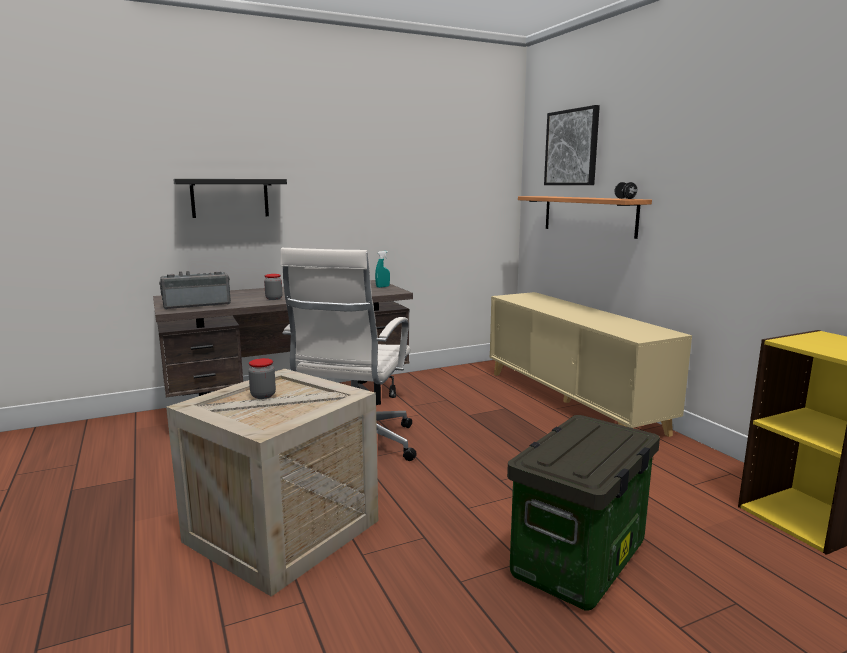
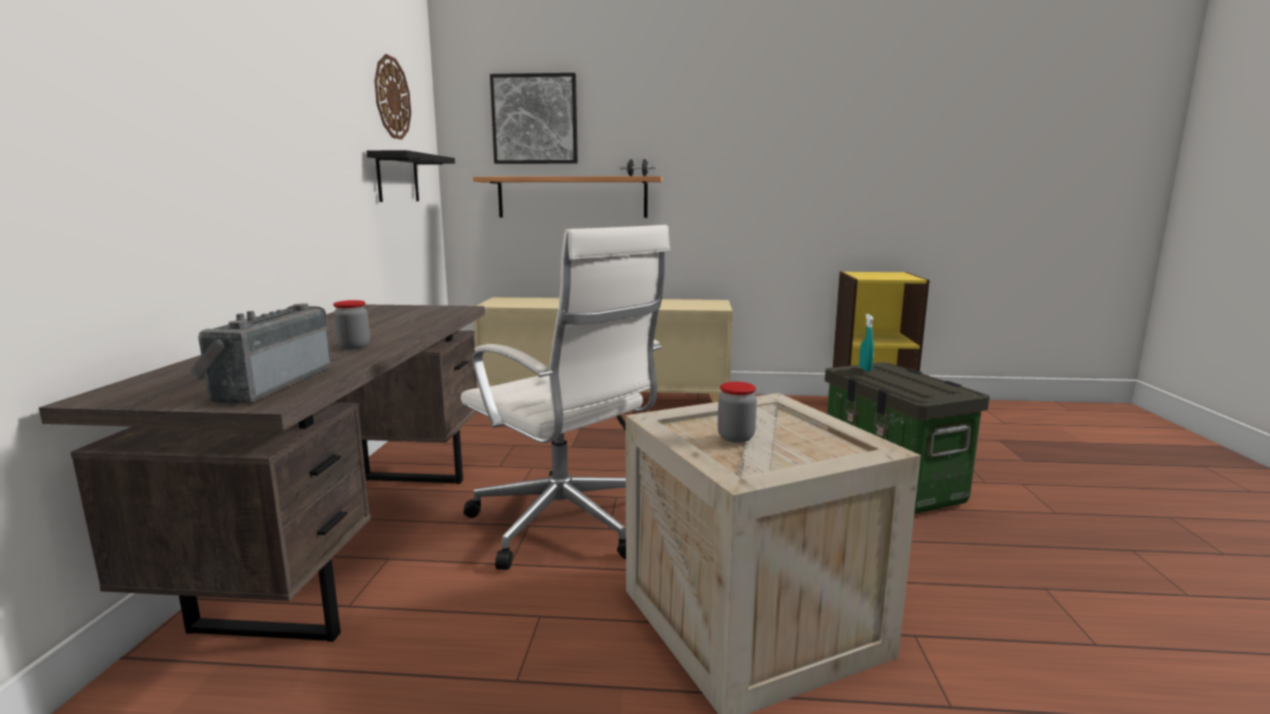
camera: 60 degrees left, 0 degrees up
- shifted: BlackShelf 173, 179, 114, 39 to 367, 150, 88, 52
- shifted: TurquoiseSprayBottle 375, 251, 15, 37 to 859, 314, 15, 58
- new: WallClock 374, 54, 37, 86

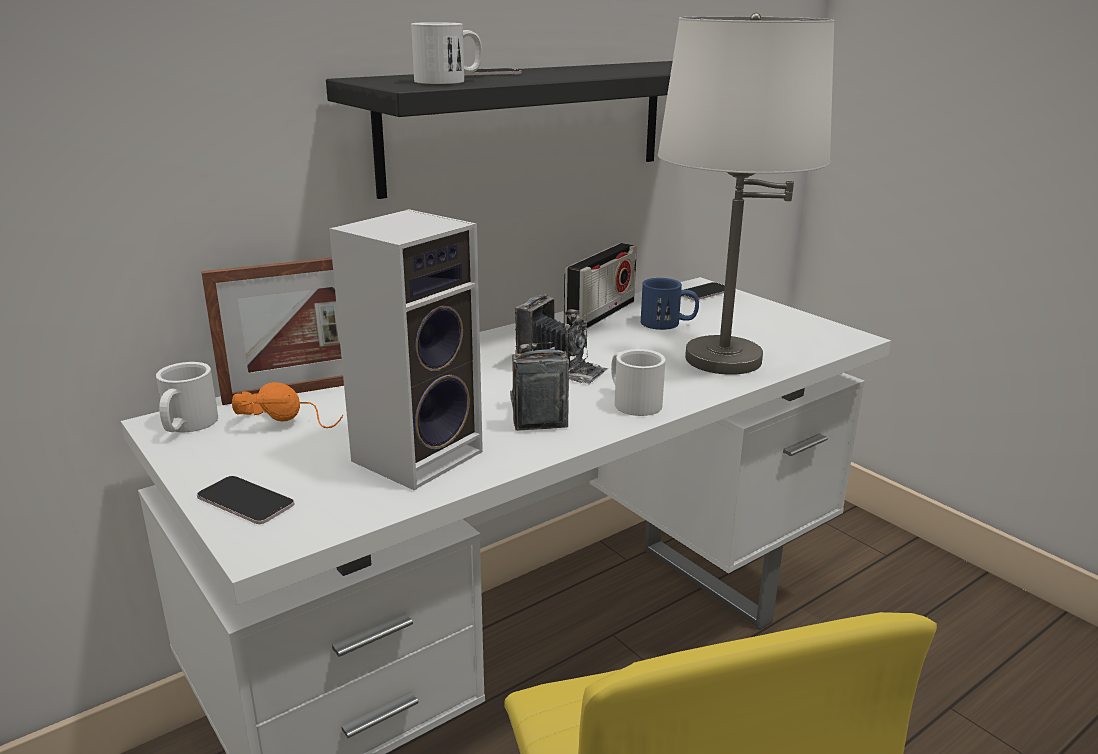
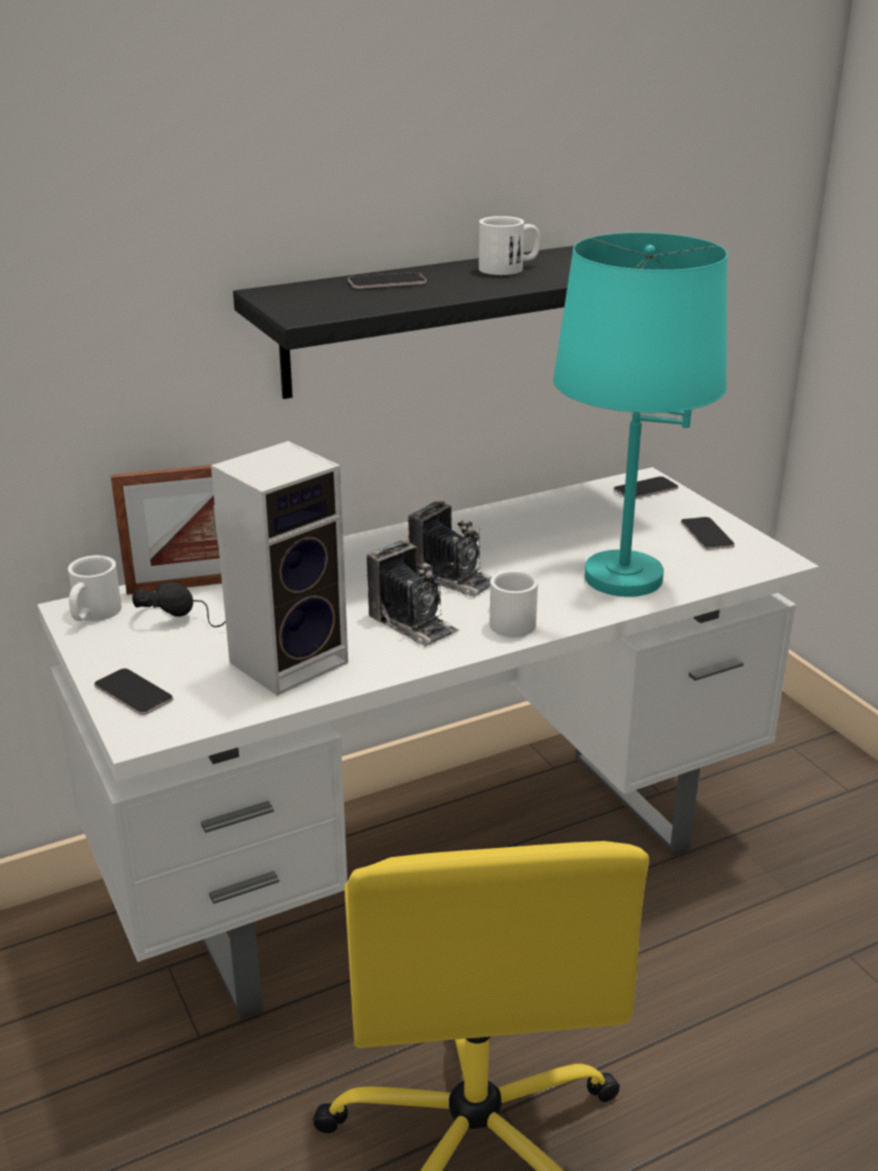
camera: 10 degrees right, 5 degrees up
- repainted: WhiteTableLamp 658, 13, 177, 362 to TurquoiseTableLamp 553, 233, 175, 364
- shifted: WhiteMug 411, 22, 71, 62 to 479, 216, 62, 59
- gone: Radio 564, 243, 73, 85
- gone: BlueMug 641, 278, 58, 52
- rotated: PhotoCamera 510, 342, 59, 89 = 367, 540, 93, 107 135 degrees clockwise
- repainted: OrangeHeadphones 232, 382, 111, 46 to BlackHeadphones 132, 581, 94, 46
- new: Phone 681, 517, 54, 33

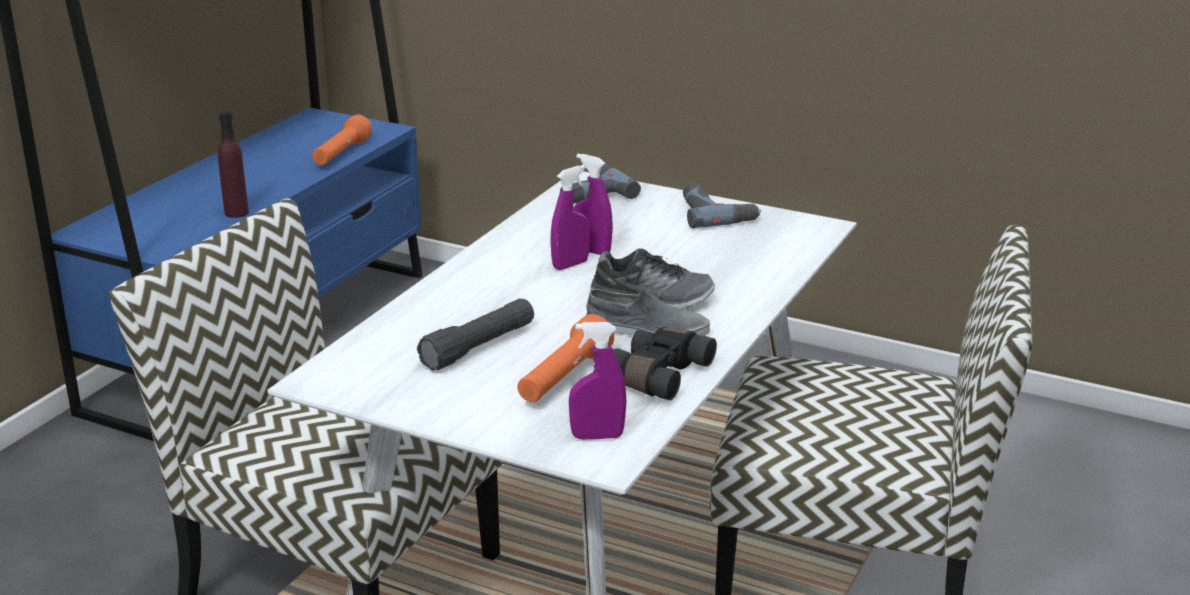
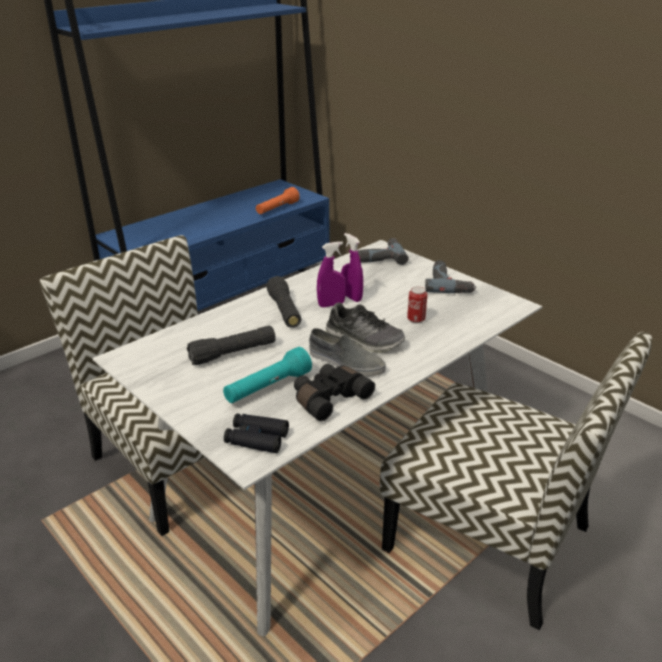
camera: 20 degrees right, 5 degrees up
- gone: PurpleBottle 218, 111, 31, 107
- repainted: OrangeFlashlight 517, 314, 97, 88 to TurquoiseFlashlight 223, 347, 89, 56
- swapped: PurpleSprayBottle 569, 322, 58, 118 to BlackBinoculars 224, 413, 65, 40
- new: BlackFlashlight 266, 276, 36, 52
- new: Can 407, 286, 20, 37

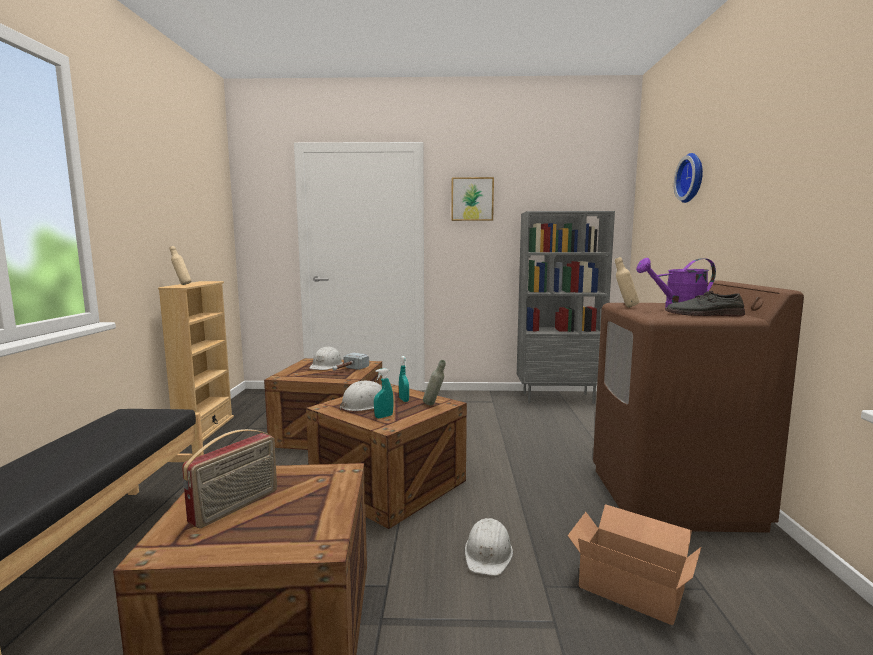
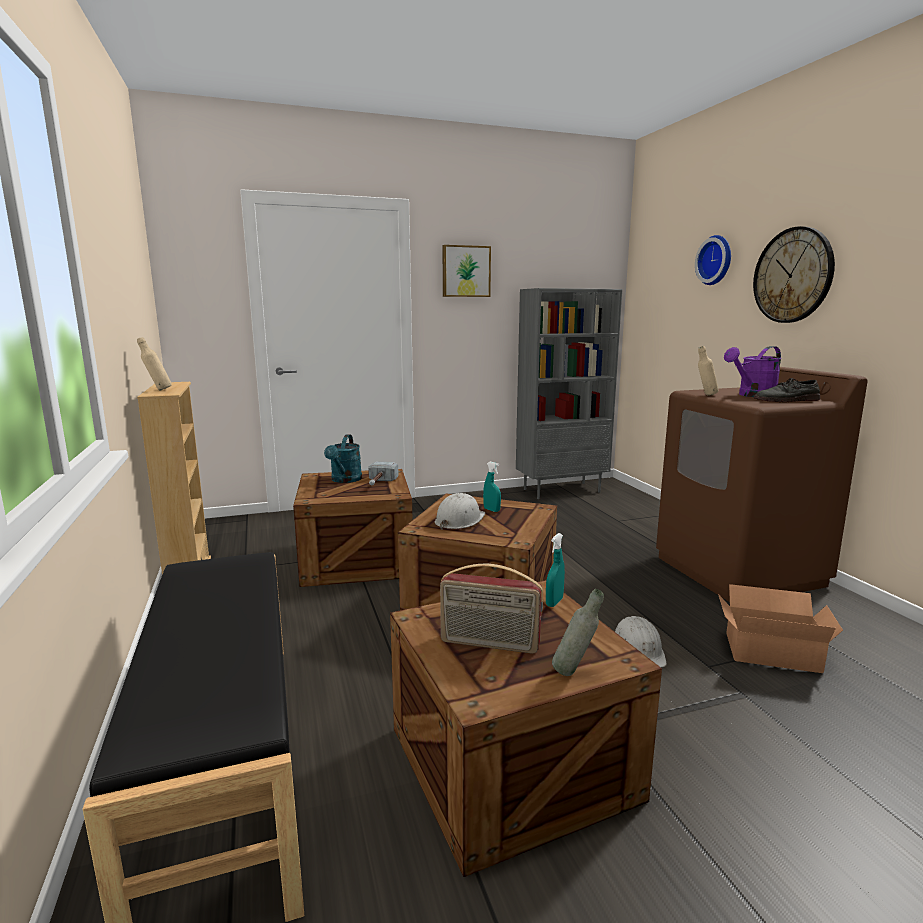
camera: 20 degrees left, 5 degrees up
- swapped: WhiteHardHat 309, 346, 34, 24 to TurquoiseWateringCan 324, 434, 38, 49
- shifted: GreyBottle 423, 360, 23, 45 to 552, 589, 52, 87
- shifted: TurquoiseSprayBottle 374, 368, 20, 50 to 546, 533, 19, 74
- rotated: Radio 182, 429, 95, 99 = 440, 564, 103, 90 90 degrees clockwise
- new: WallClock 753, 226, 82, 97

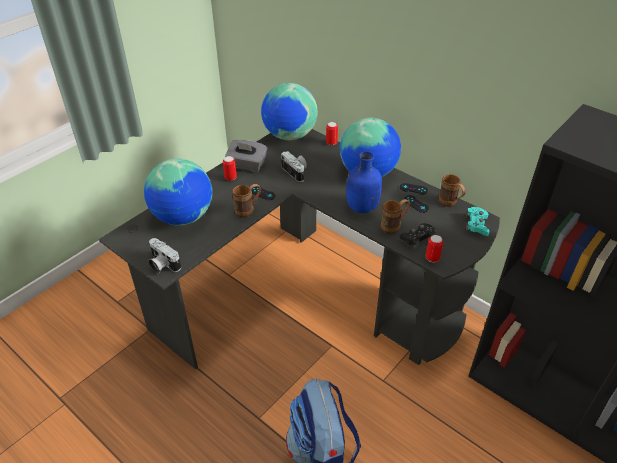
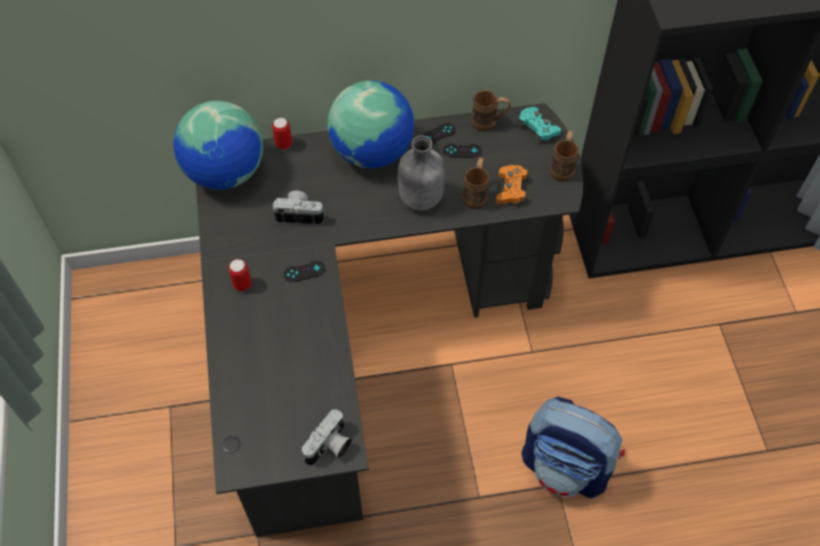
camera: 50 degrees left, 15 degrees up
- gone: GreyTissueBox 225, 140, 42, 32
- repainted: BlueBottle 346, 151, 36, 62 to GreyBottle 398, 136, 47, 75
- gone: Globe 144, 158, 68, 67
- shifted: BrownMug 232, 184, 29, 34 to 550, 130, 29, 52
- repainted: BlackGameController 399, 223, 37, 26 to OrangeGameController 496, 165, 32, 39
- gone: Can 426, 235, 17, 27
- rotated: PhotoCamera 149, 238, 32, 36 = 302, 409, 50, 57 45 degrees counterclockwise

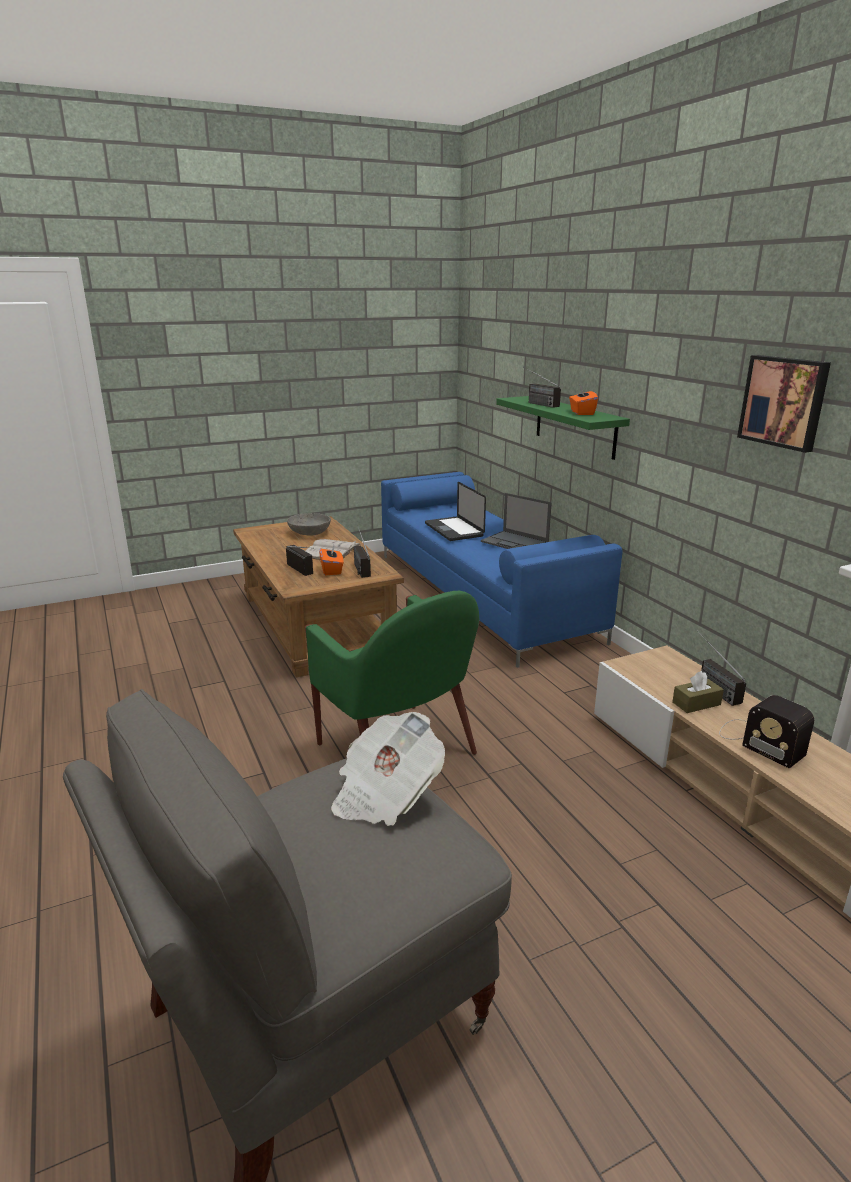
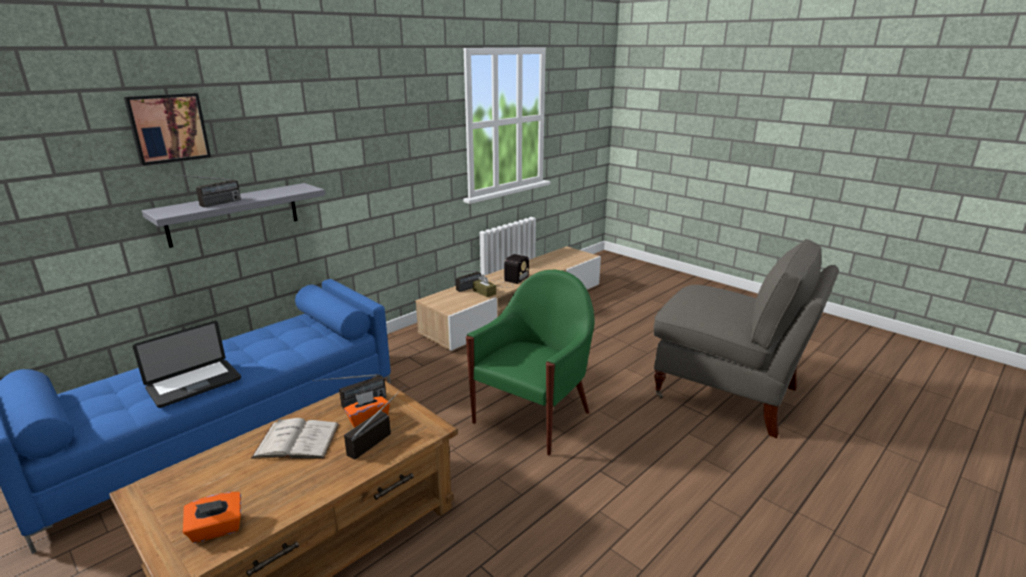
camera: 110 degrees left, 0 degrees up
- shifted: Picture 737, 355, 94, 98 to 124, 93, 87, 72
- shifted: OrangeTissueBox 569, 386, 29, 29 to 183, 492, 58, 51
- repainted: GreenShelf 496, 396, 134, 64 to GreyShelf 142, 183, 183, 65
- gone: Laptop 481, 493, 71, 56
- gone: GreyBowl 287, 513, 44, 22
- gone: Newspaper 331, 712, 114, 114

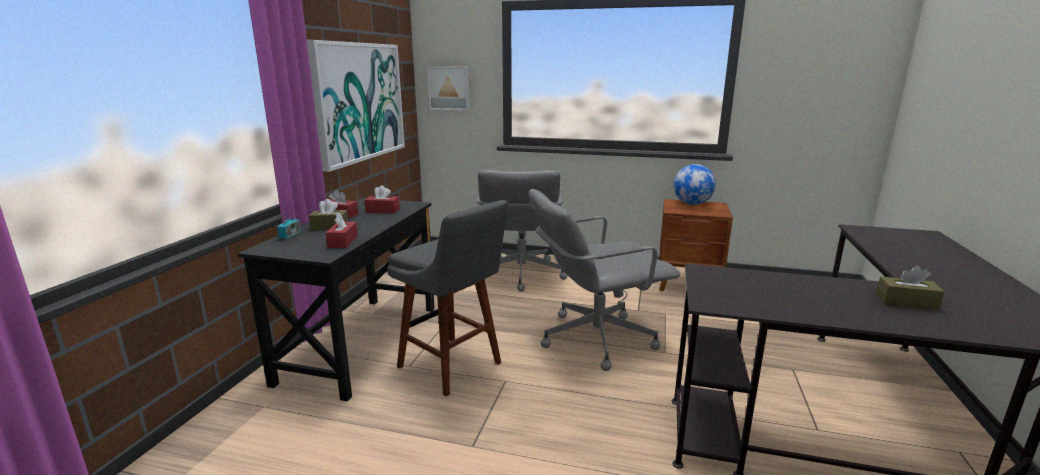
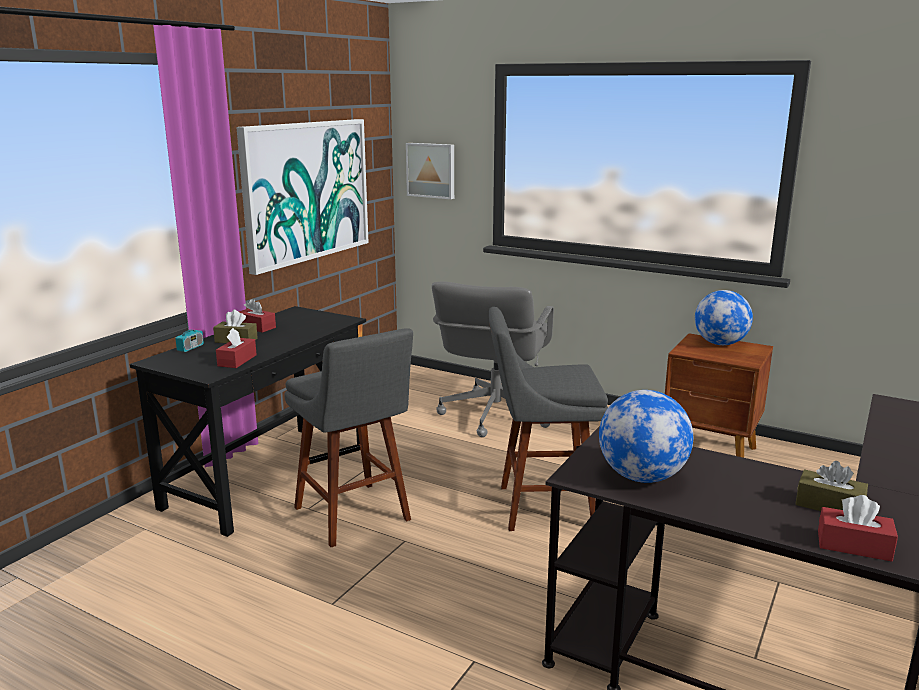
camera: 15 degrees right, 0 degrees up
- shifted: RedTissueBox 365, 185, 35, 28 to 818, 495, 80, 67
- swapped: GreyOfficeChair 529, 189, 151, 182 to GreyStool 489, 307, 119, 224
- new: Globe 599, 390, 94, 93

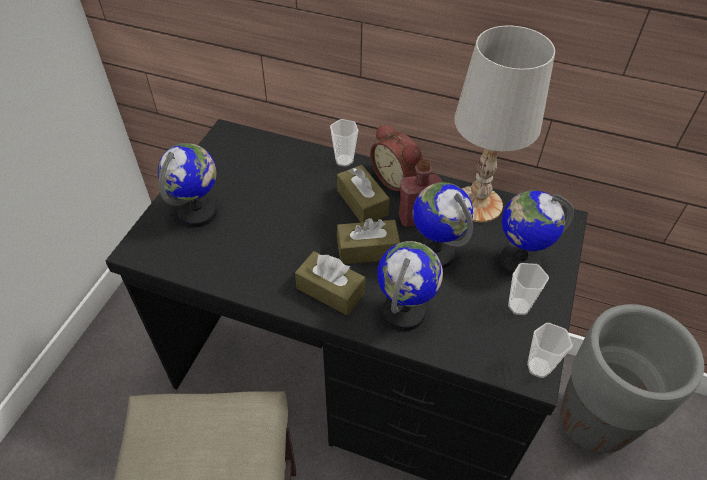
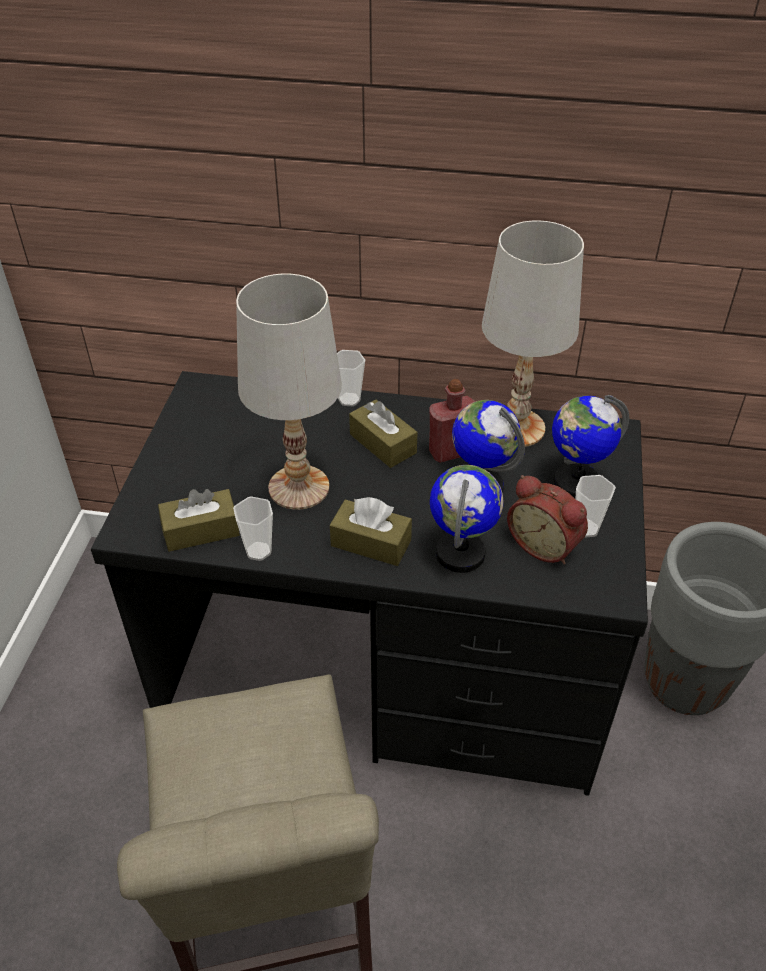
camera: 10 degrees left, 5 degrees down
- shifted: AlarmClock 370, 123, 53, 68 to 507, 475, 81, 89
- gone: Globe 158, 143, 59, 84
- shifted: BrownTissueBox 337, 218, 63, 46 to 158, 489, 82, 63
- shifted: Cup 527, 323, 46, 55 to 233, 496, 40, 65
- new: WhiteTableLamp 236, 274, 106, 236

